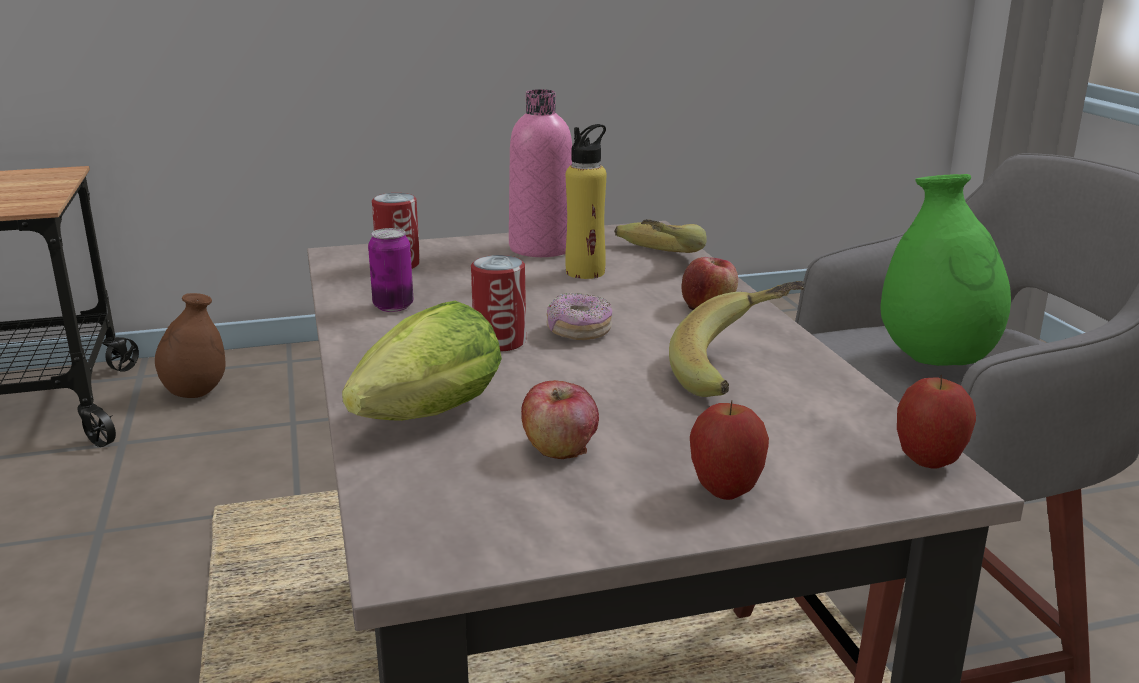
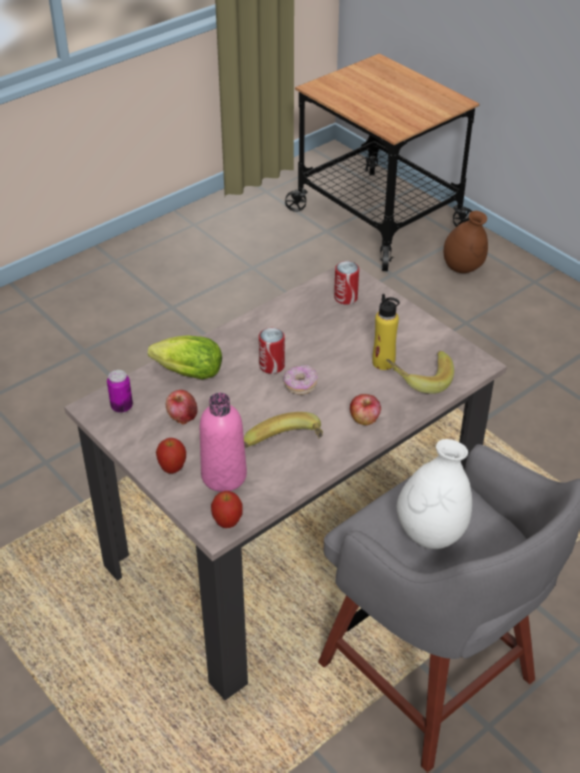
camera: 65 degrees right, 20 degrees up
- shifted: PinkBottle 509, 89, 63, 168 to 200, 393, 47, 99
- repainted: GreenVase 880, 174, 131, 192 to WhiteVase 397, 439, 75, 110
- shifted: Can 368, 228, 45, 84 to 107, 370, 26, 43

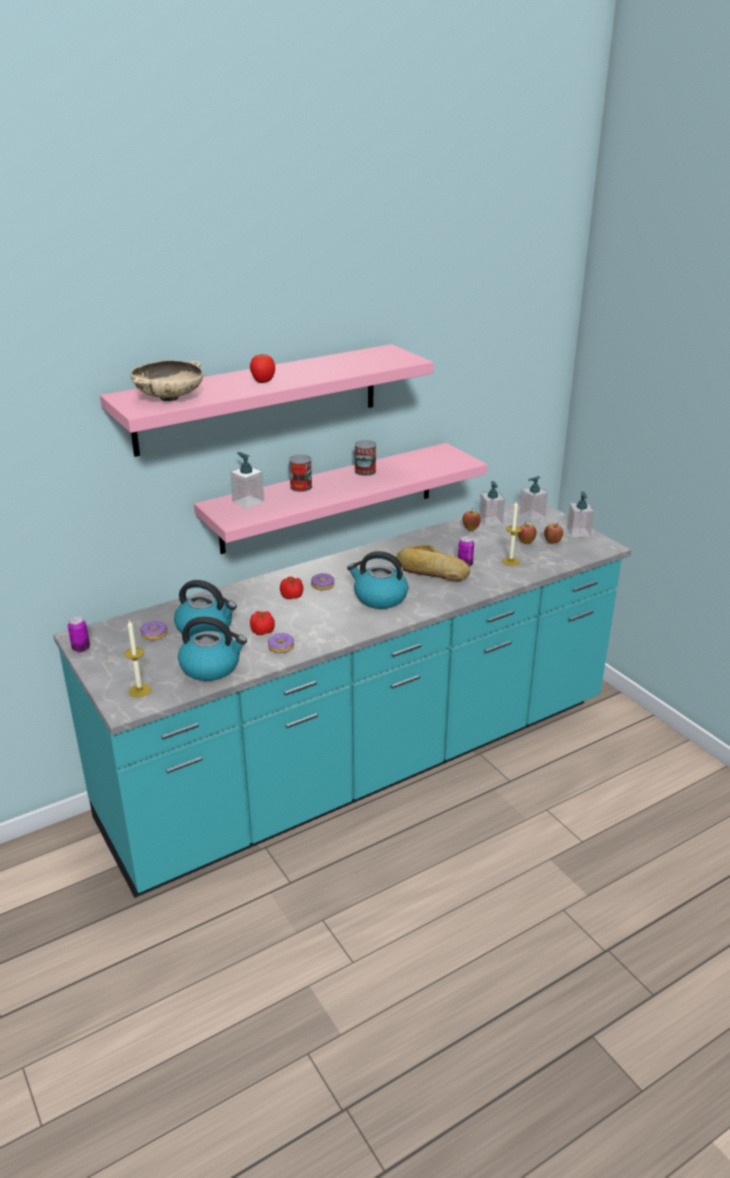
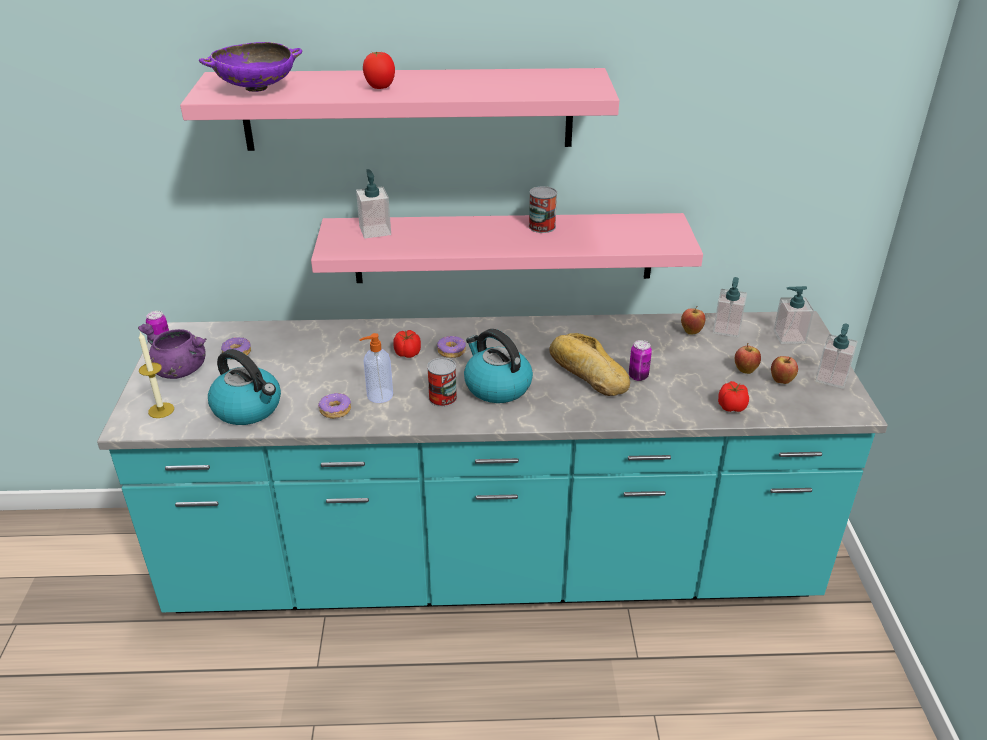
camera: 30 degrees right, 5 degrees up
- repainted: BeigeBowl 131, 360, 72, 41 to PurpleBowl 199, 42, 104, 50
- shifted: Can 289, 455, 23, 37 to 427, 358, 30, 49
- gone: Candle 502, 501, 20, 65
- gone: Kettle 174, 580, 63, 57
- shifted: Tomato 250, 611, 25, 24 to 718, 381, 31, 31
- new: PurpleCookingPot 138, 323, 68, 56
- new: SoapDispenser 359, 333, 34, 70

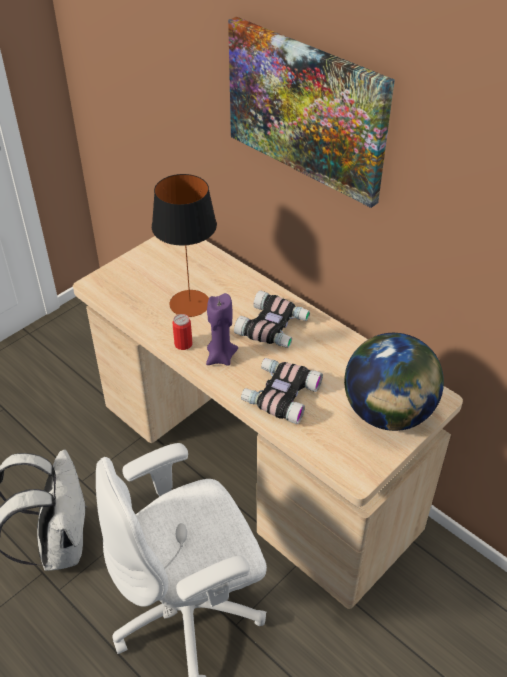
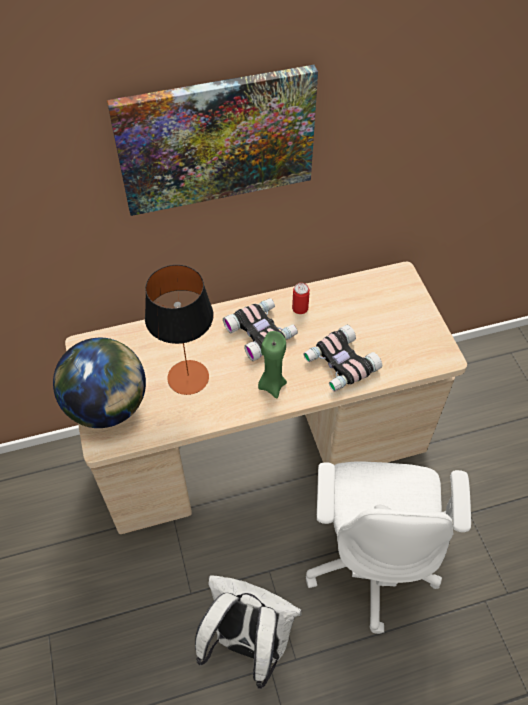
camera: 60 degrees left, 10 degrees up
- repainted: PurpleCandle 206, 293, 32, 73 to GreenCandle 258, 331, 29, 67
- shifted: Can 173, 314, 19, 36 to 292, 283, 18, 31
- shifted: Globe 344, 333, 100, 98 to 53, 338, 93, 90

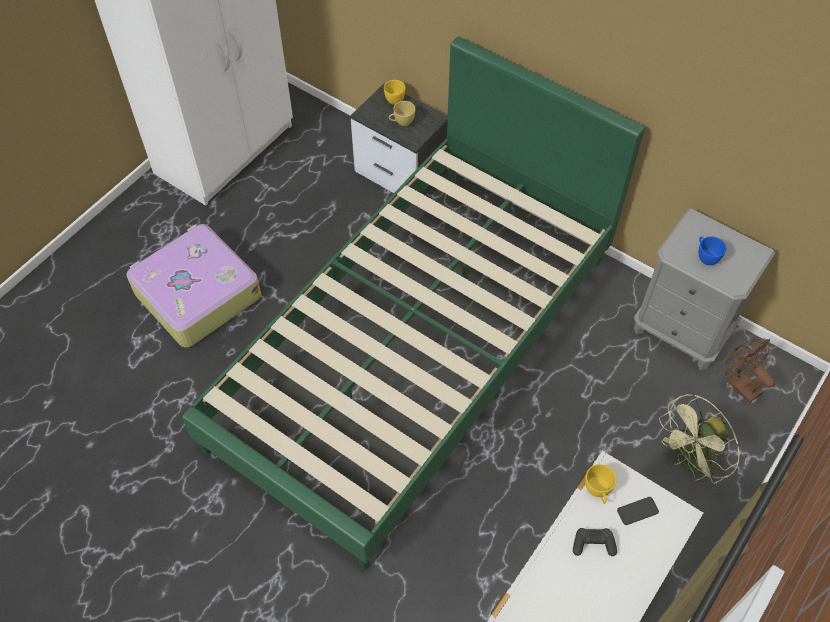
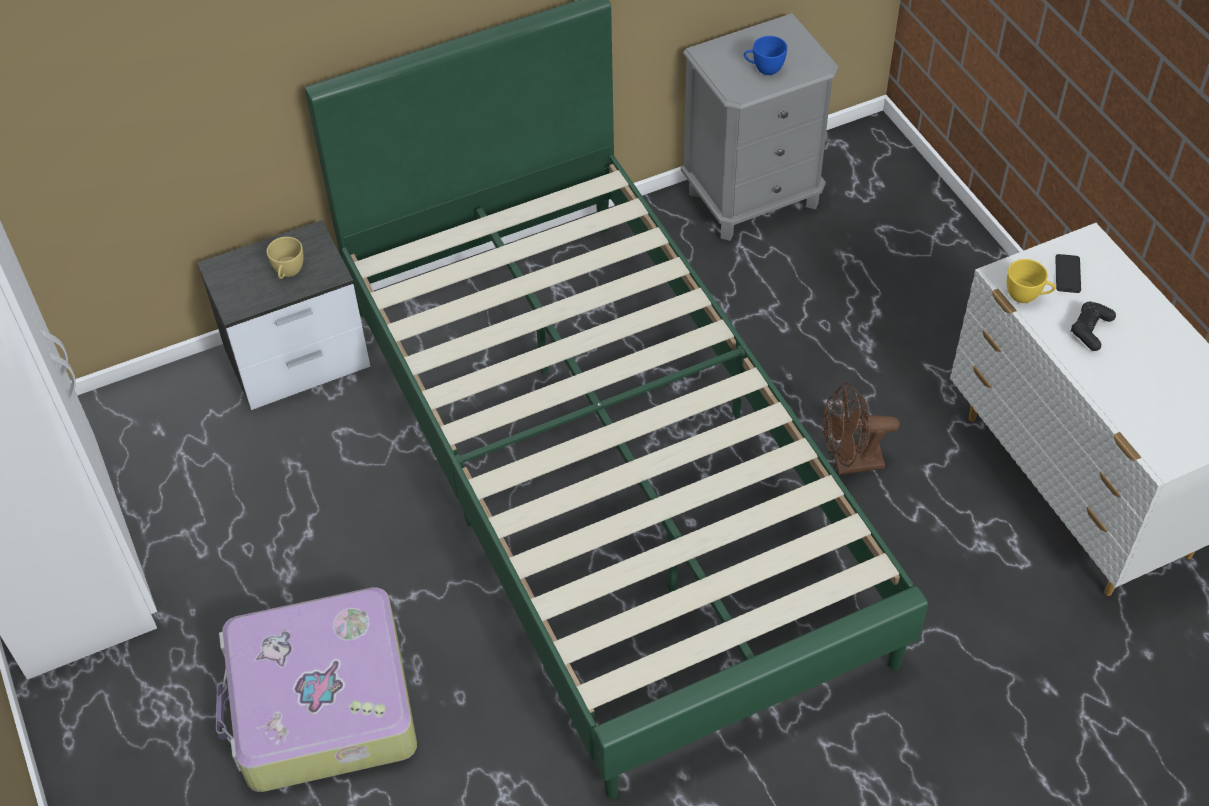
camera: 60 degrees left, 5 degrees down
- gone: YellowCup 384, 80, 21, 25
- shifted: BrownFan 724, 338, 51, 65 to 823, 383, 77, 91
- gone: GreenFan 659, 394, 81, 92

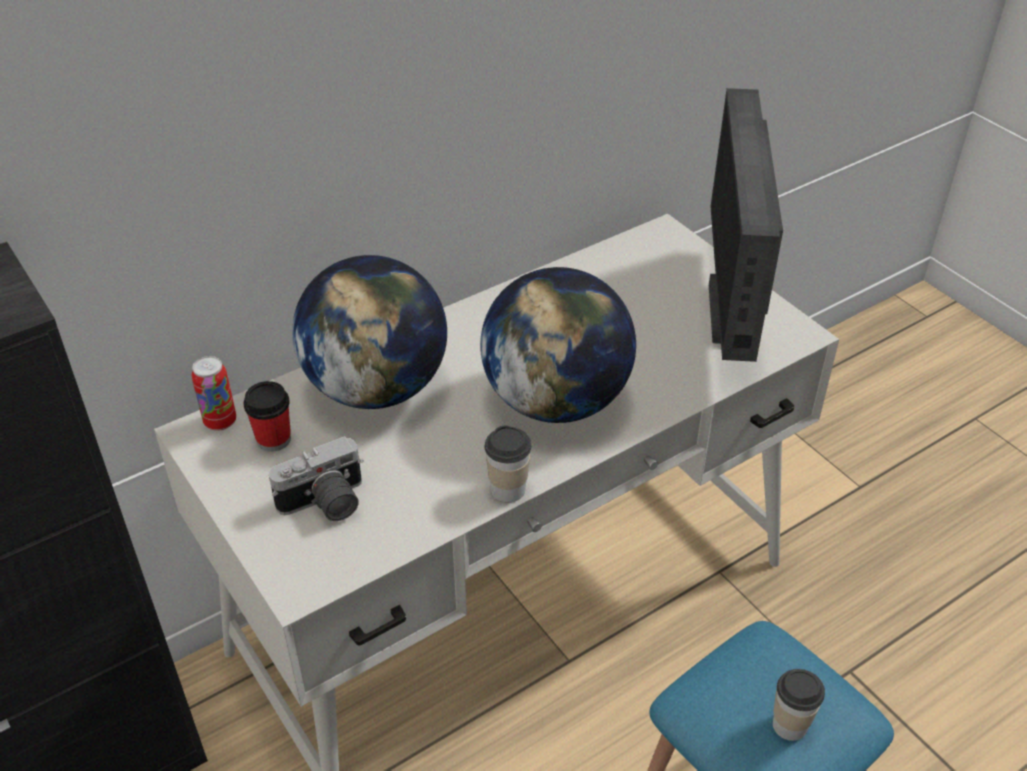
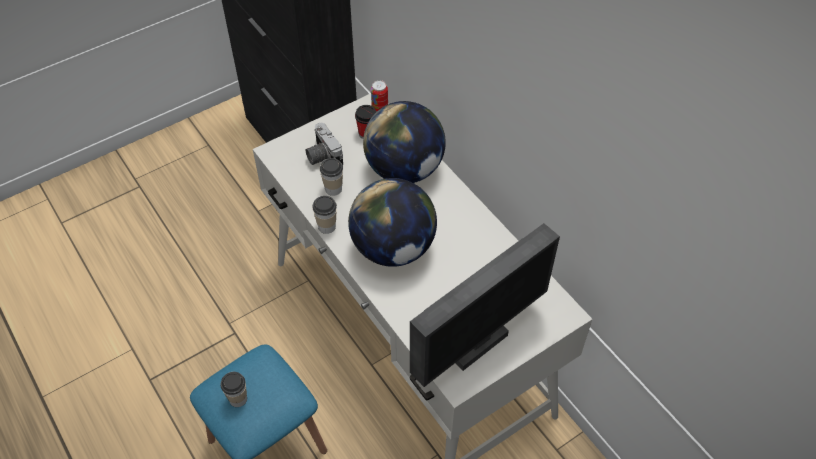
camera: 90 degrees right, 10 degrees up
- rotated: Monitor 709, 88, 74, 274 = 410, 223, 150, 164 135 degrees clockwise
- new: Cup 320, 158, 23, 38

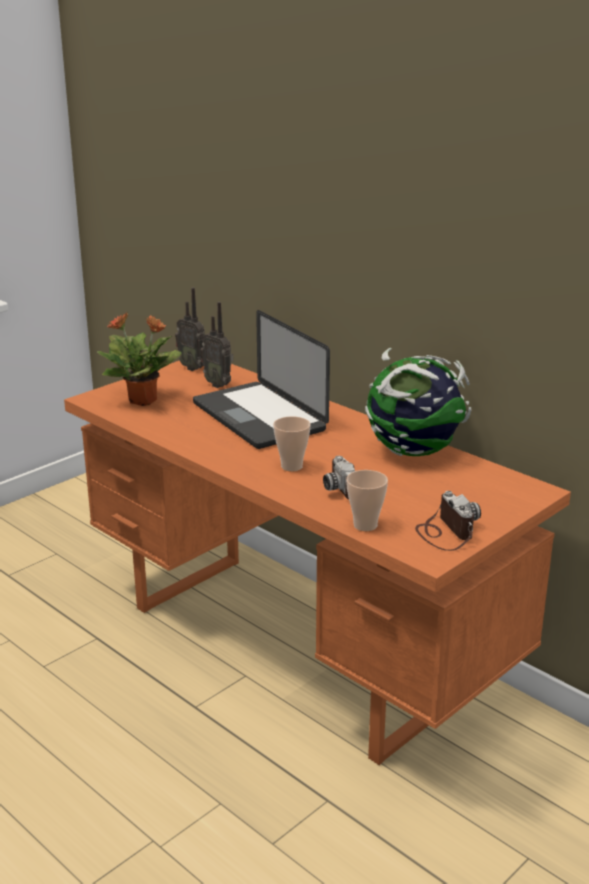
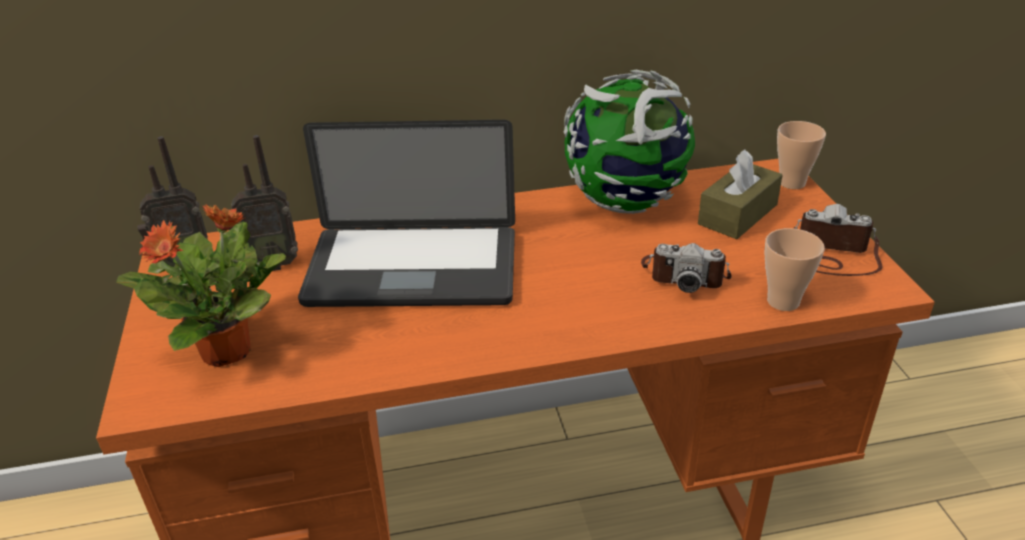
camera: 55 degrees left, 10 degrees up
- shifted: Cup 273, 416, 38, 56 to 777, 121, 49, 68
- new: BrownTissueBox 698, 149, 85, 90

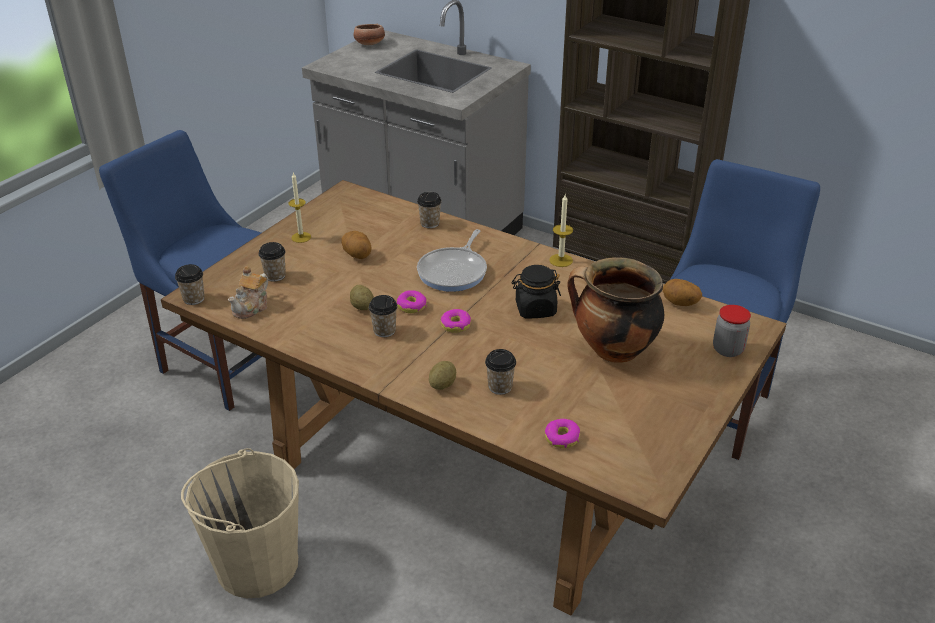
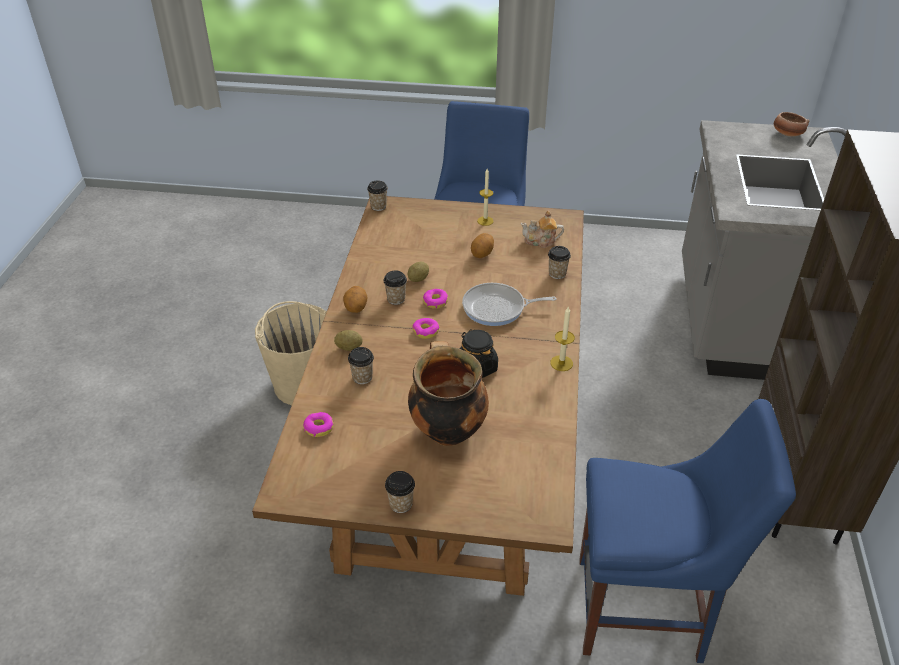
camera: 65 degrees right, 5 degrees up
- shifted: Cup 259, 242, 27, 40 to 385, 471, 30, 42
- shifted: Teapot 228, 266, 40, 53 to 520, 211, 44, 37
- shifted: Potato 663, 279, 39, 27 to 343, 286, 24, 27
- gone: Jar 713, 305, 38, 52

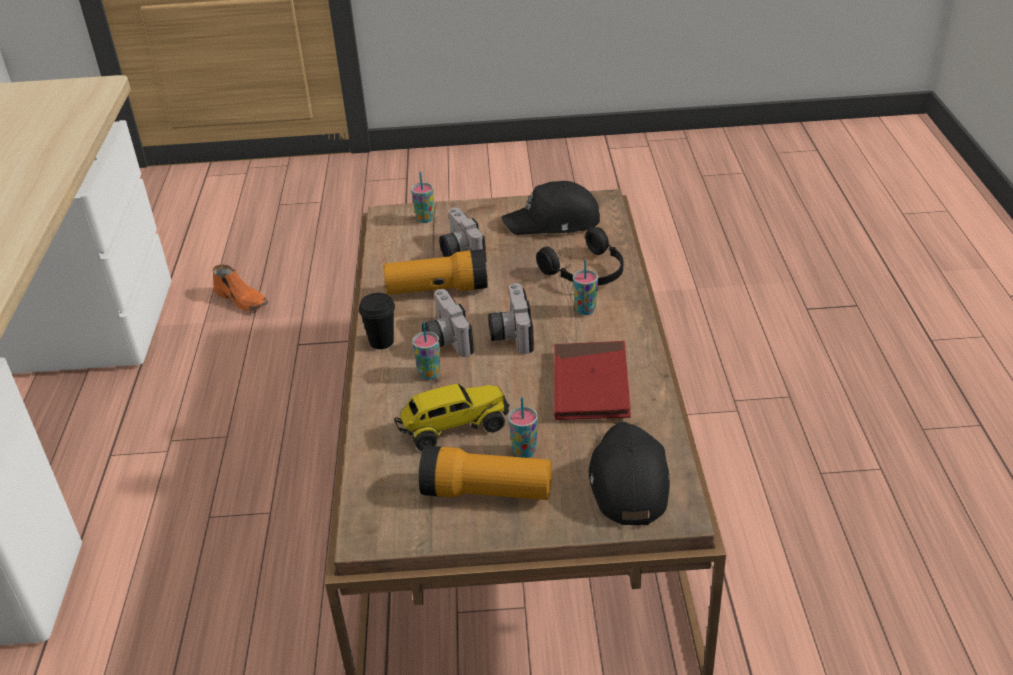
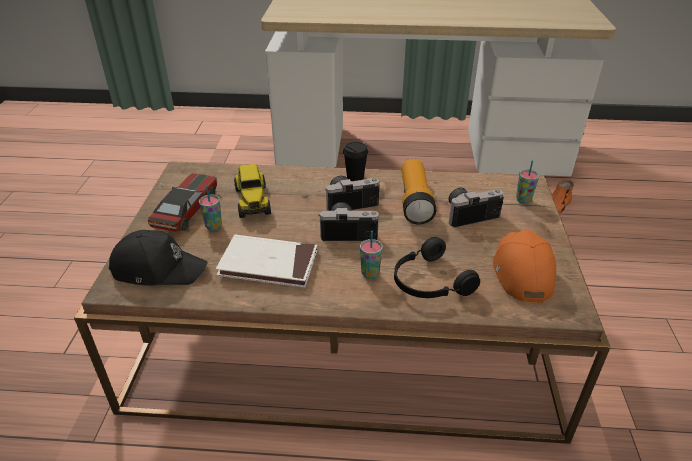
camera: 95 degrees right, 0 degrees up
- repainted: BlackCap 501, 181, 99, 54 to OrangeCap 493, 229, 63, 74
- gone: Cup 412, 322, 28, 58
- repainted: RedBook 554, 341, 77, 79 to WhiteBook 216, 235, 101, 53
- swapped: Flashlight 418, 446, 134, 54 to ToyCar 148, 173, 69, 59

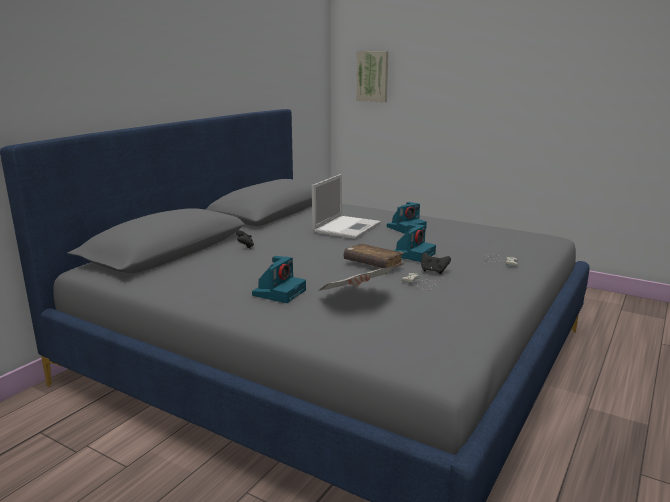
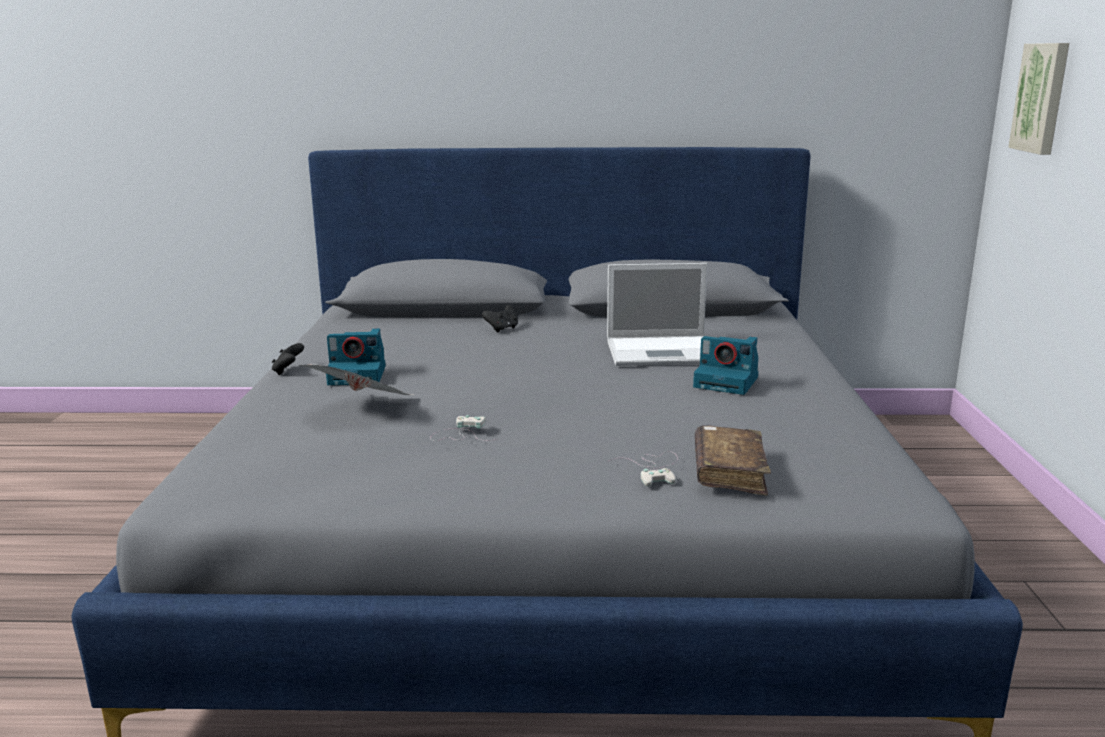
camera: 60 degrees right, 0 degrees up
- gone: PhotoCamera 394, 224, 42, 38
- shifted: BrownBook 344, 243, 60, 25 to 695, 425, 76, 71
- shifted: BlackGameController 421, 252, 30, 22 to 272, 343, 32, 32

